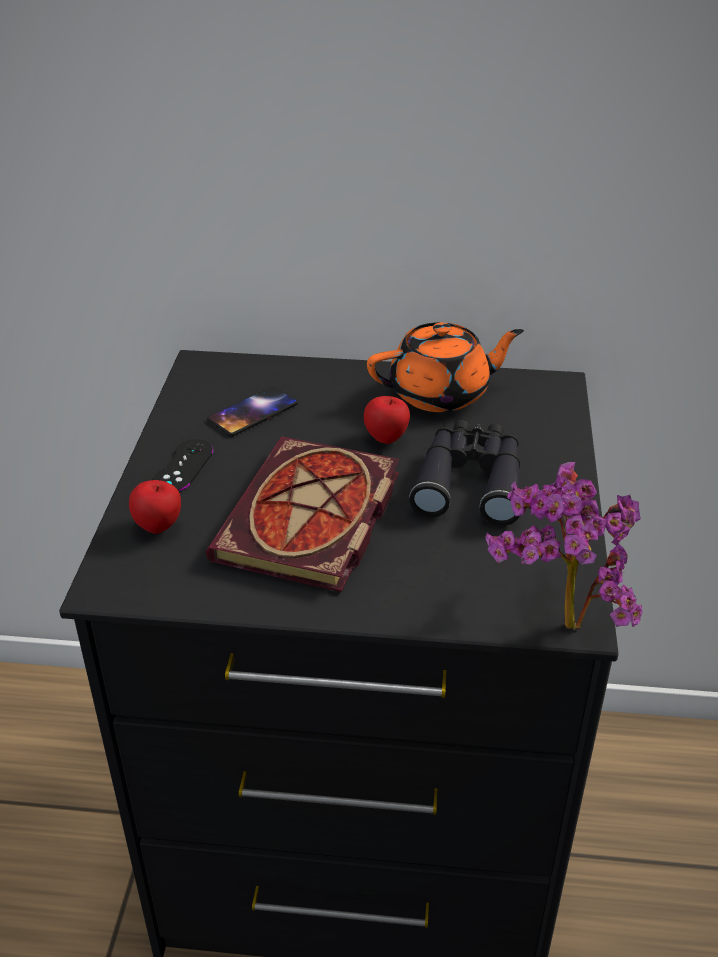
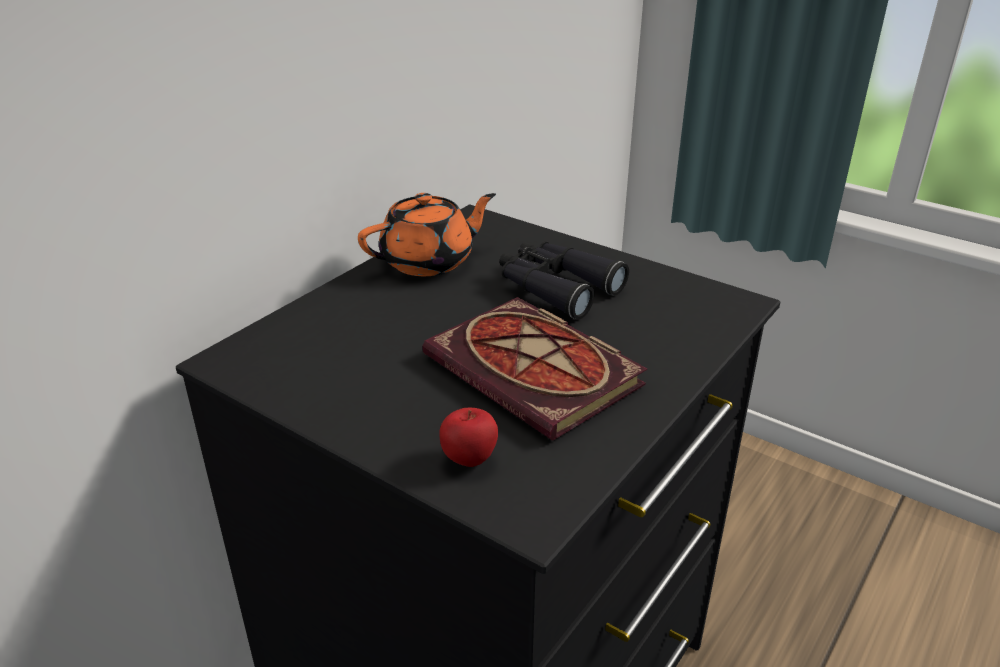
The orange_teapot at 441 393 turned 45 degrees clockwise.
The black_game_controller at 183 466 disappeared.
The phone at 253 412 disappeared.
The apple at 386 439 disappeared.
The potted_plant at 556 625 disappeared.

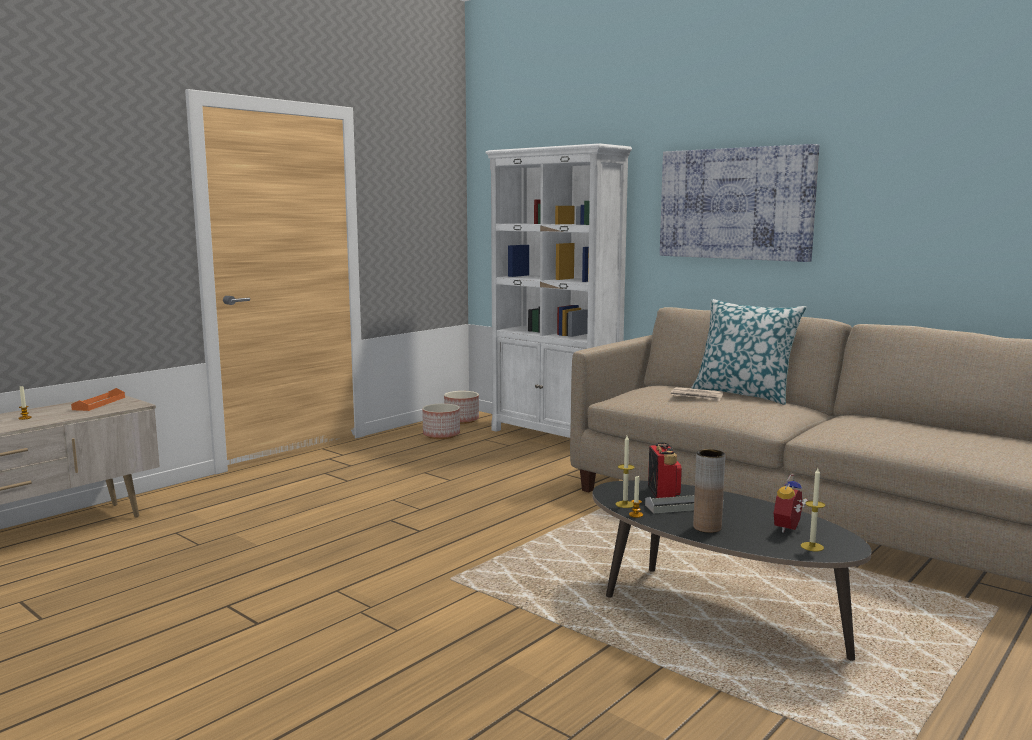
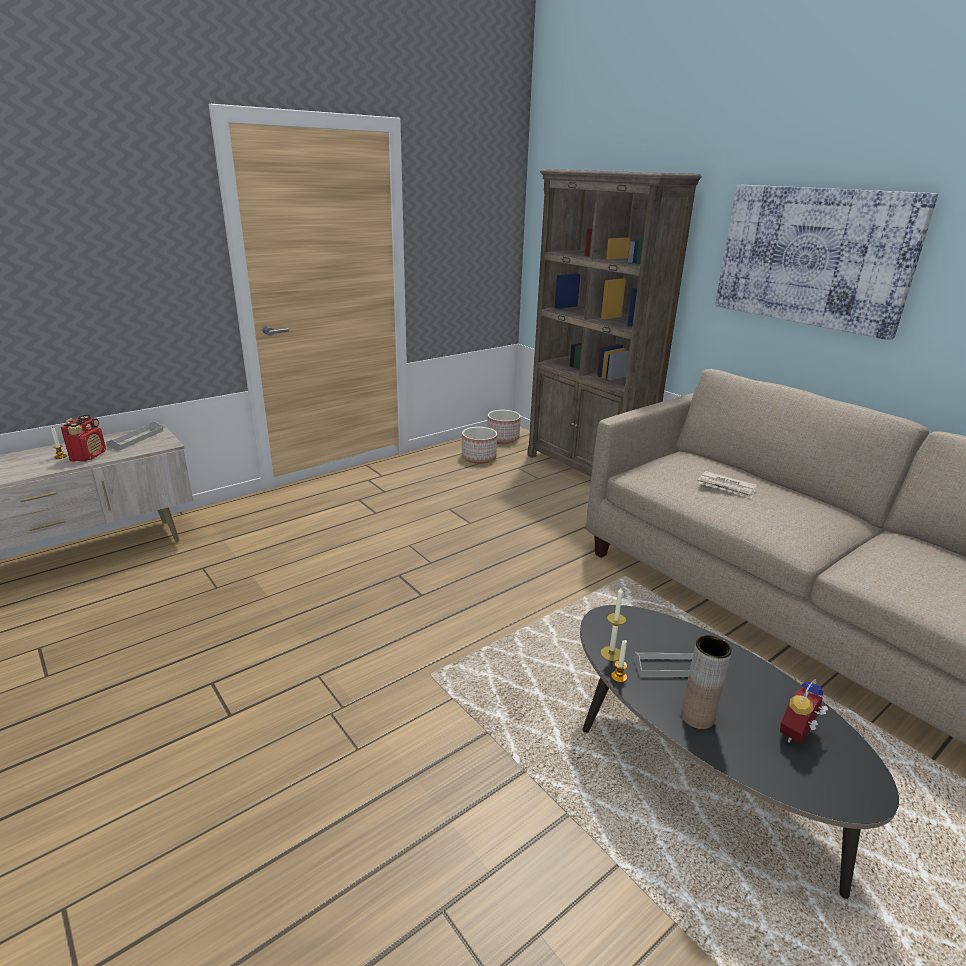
The radio moved from 663 492 to 89 456.
The orange_tray at 99 403 became the grey_tray at 136 439.
The white_bookcase at 555 436 became the brown_bookcase at 586 470.
The pillow at 744 394 disappeared.
The candle at 812 546 disappeared.

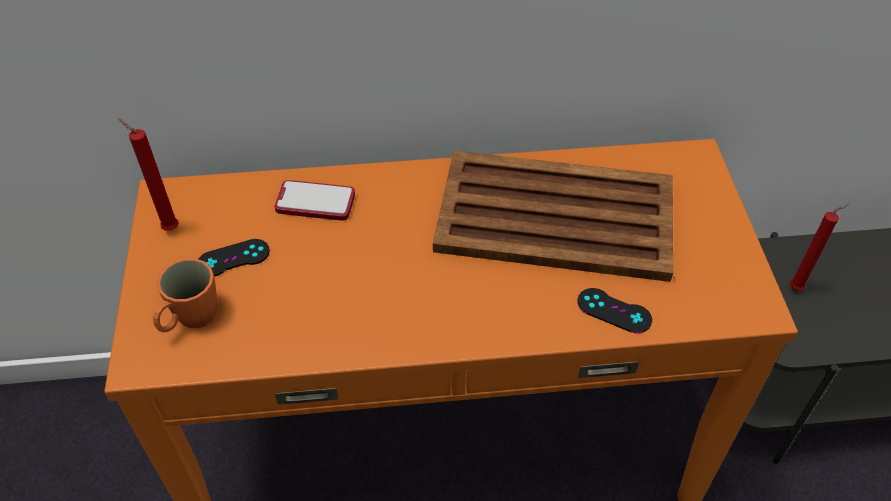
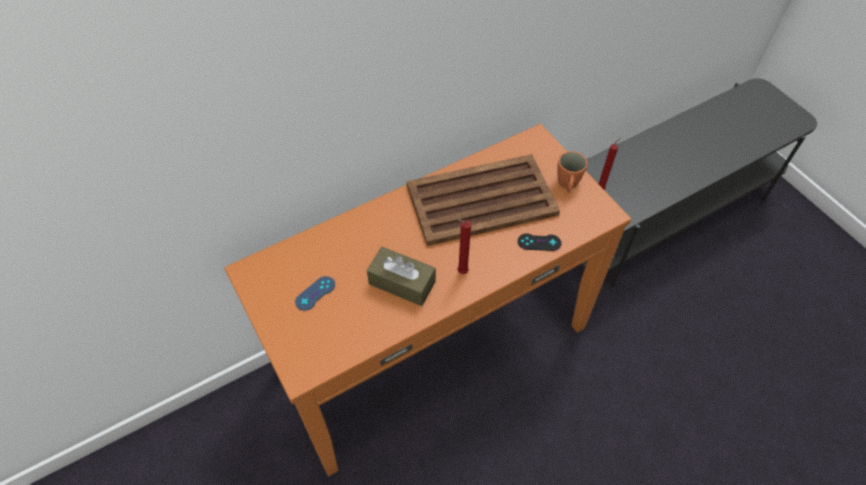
The black_game_controller at 233 258 became the blue_game_controller at 315 293.
The brown_tissue_box at 402 283 appeared.
The red_candle moved from 168 228 to 460 272.
The orange_mug moved from 190 319 to 567 185.
The phone at 315 202 disappeared.

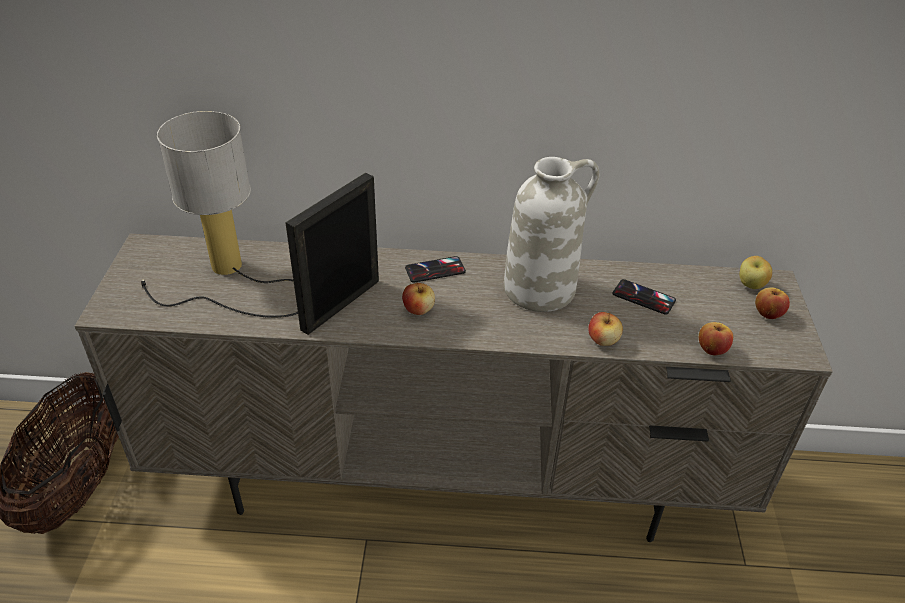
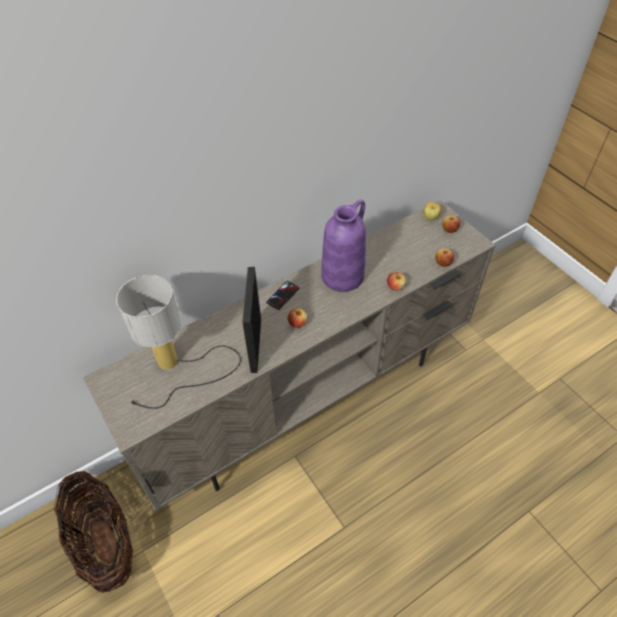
The white_vase at 540 288 became the purple_vase at 342 275.
The phone at 643 297 disappeared.

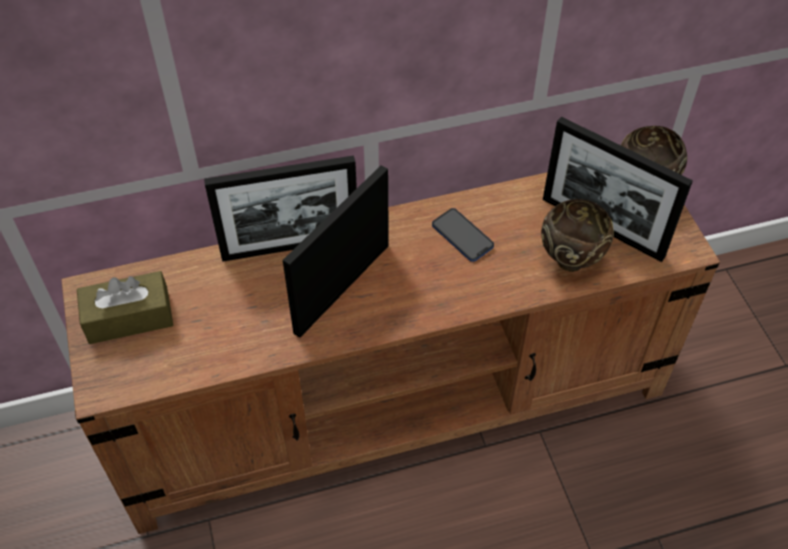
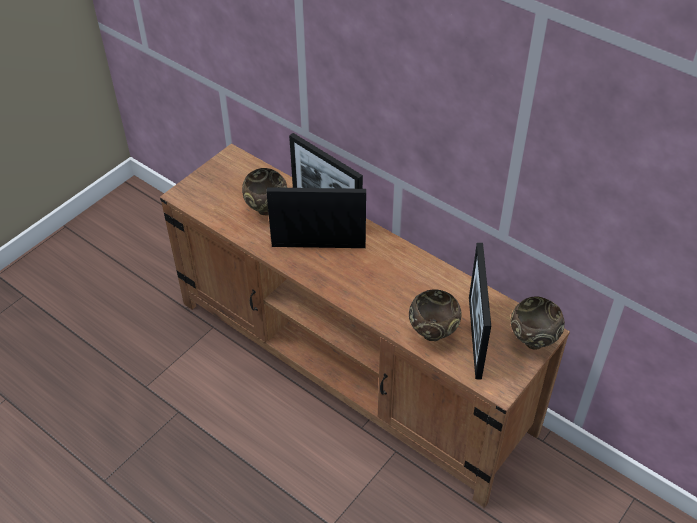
The brown_bowl at 267 210 appeared.
The brown_tissue_box at 129 317 disappeared.
The phone at 462 236 disappeared.

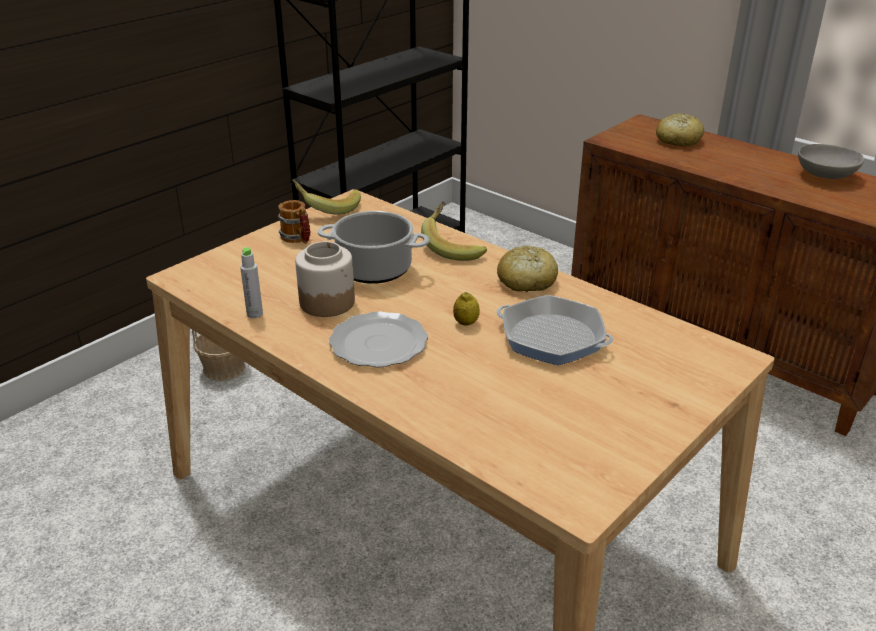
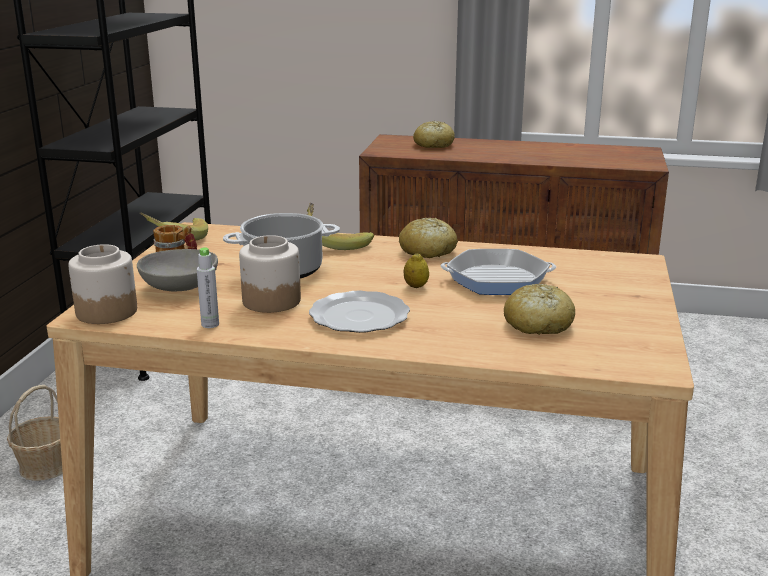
The jar at 106 311 appeared.
The grey_bowl moved from 825 175 to 179 287.
The bread at 538 324 appeared.

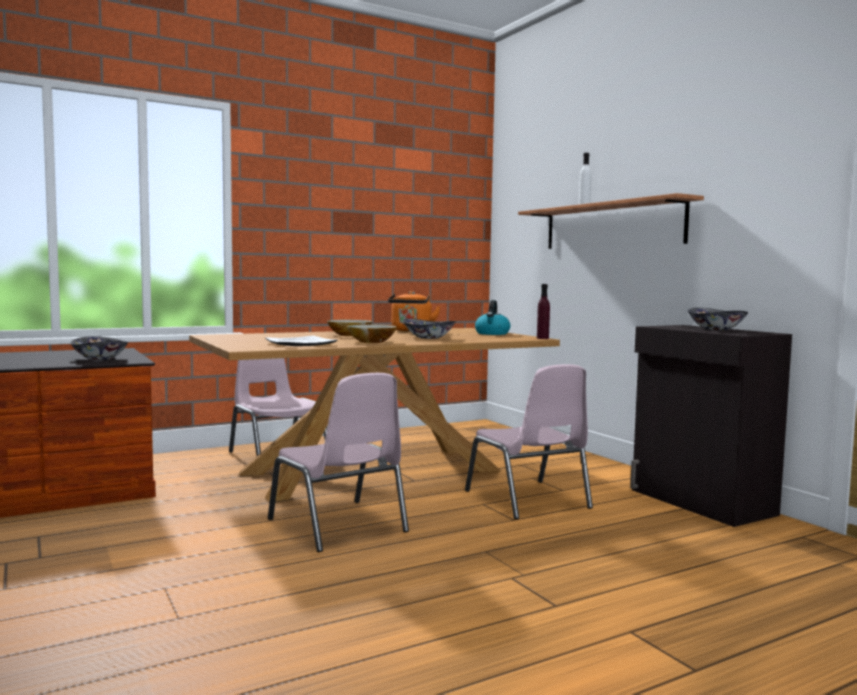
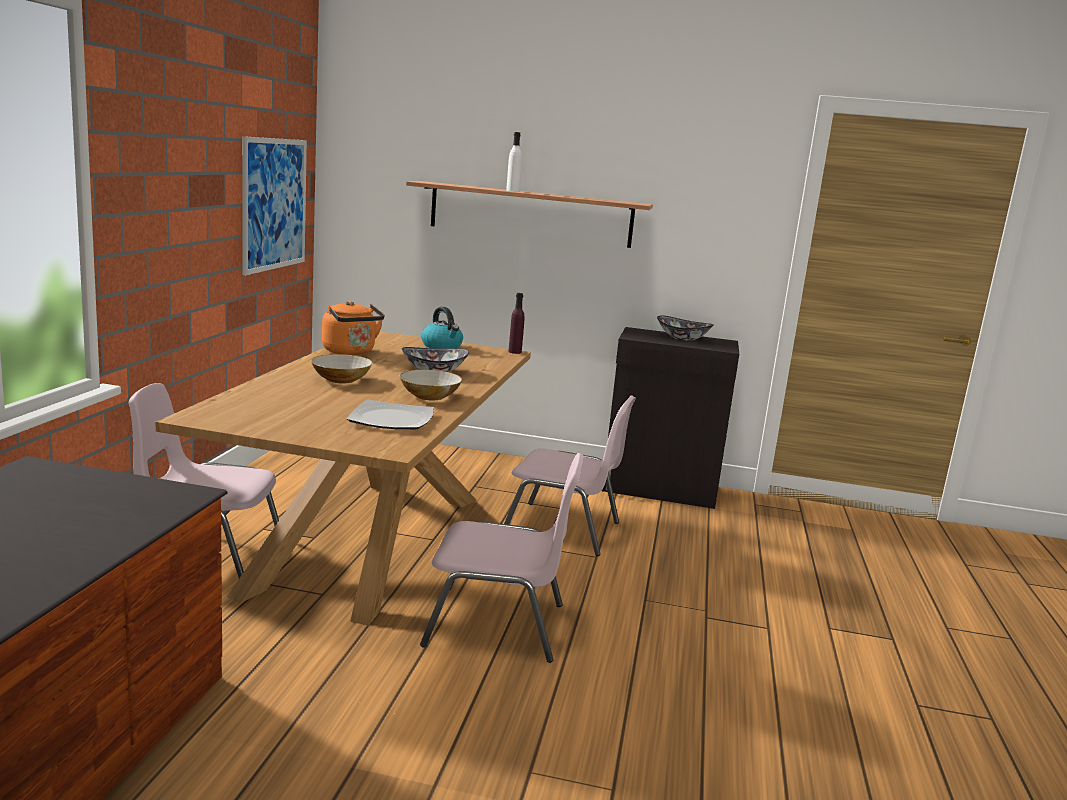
The picture at 274 204 appeared.
The bowl at 100 359 disappeared.

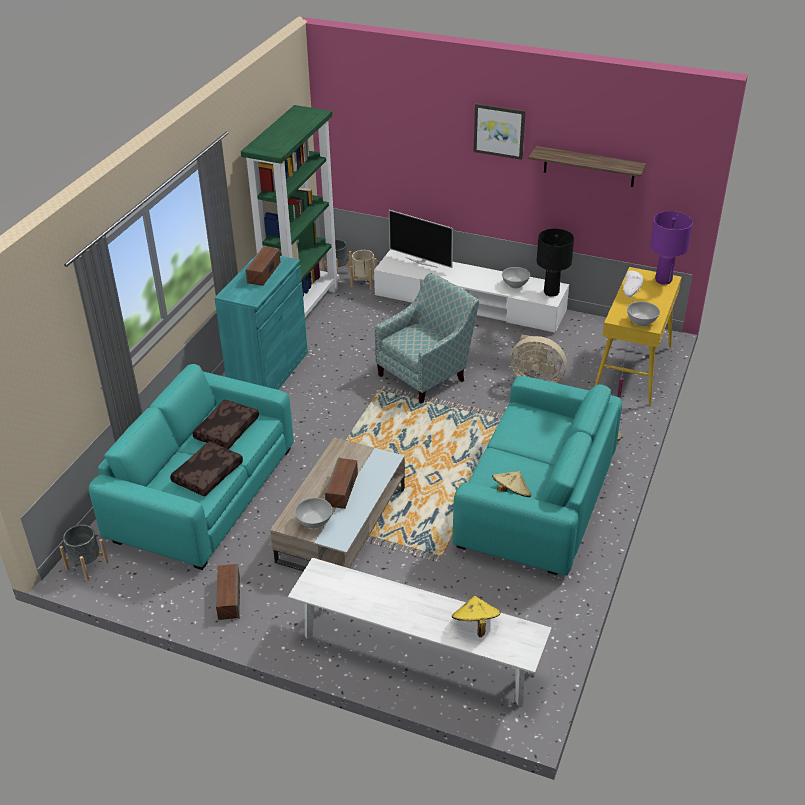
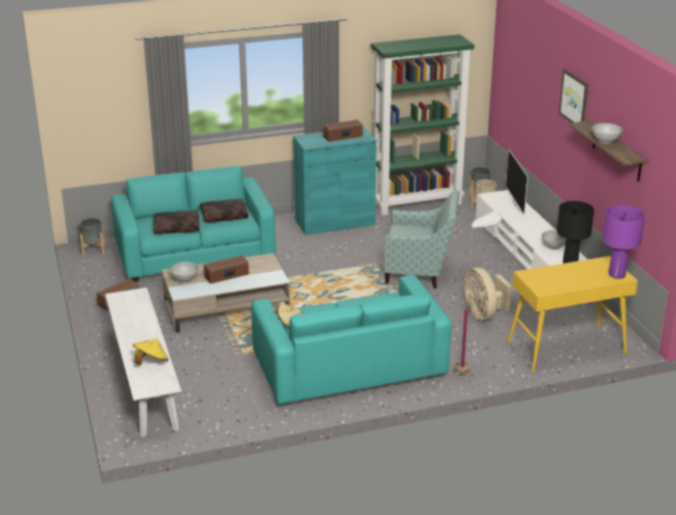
The white_bowl moved from 641 322 to 605 141.

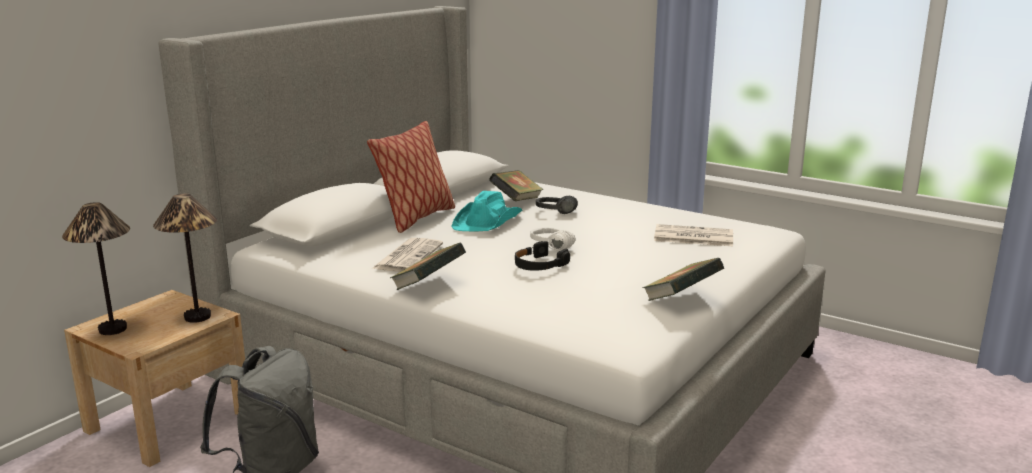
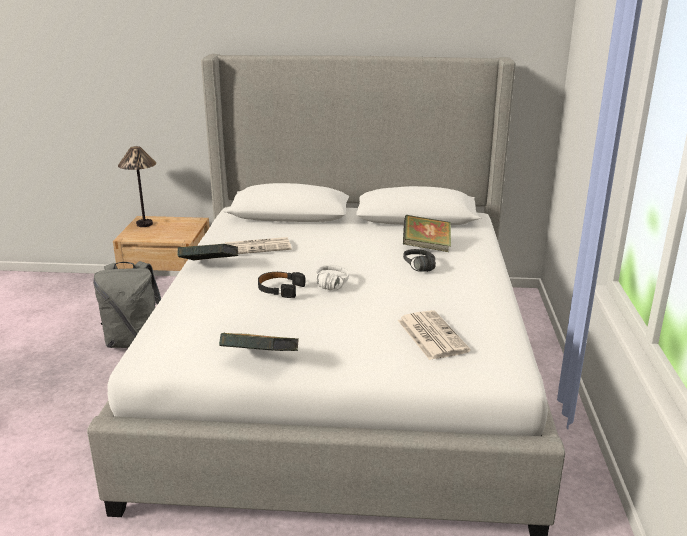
The table_lamp at 197 317 disappeared.
The pillow at 416 218 disappeared.
The turquoise_hat at 488 221 disappeared.

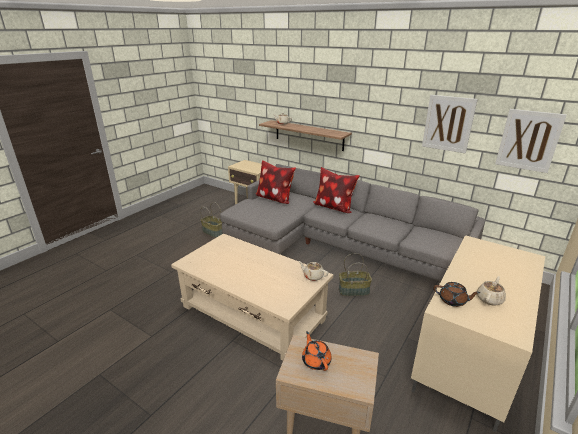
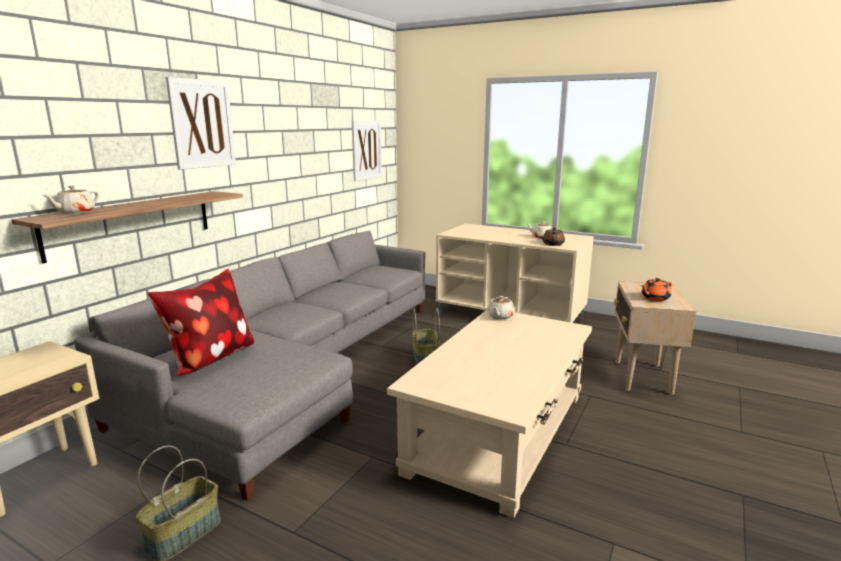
The picture moved from 448 123 to 202 124.
The pillow at 333 207 disappeared.

